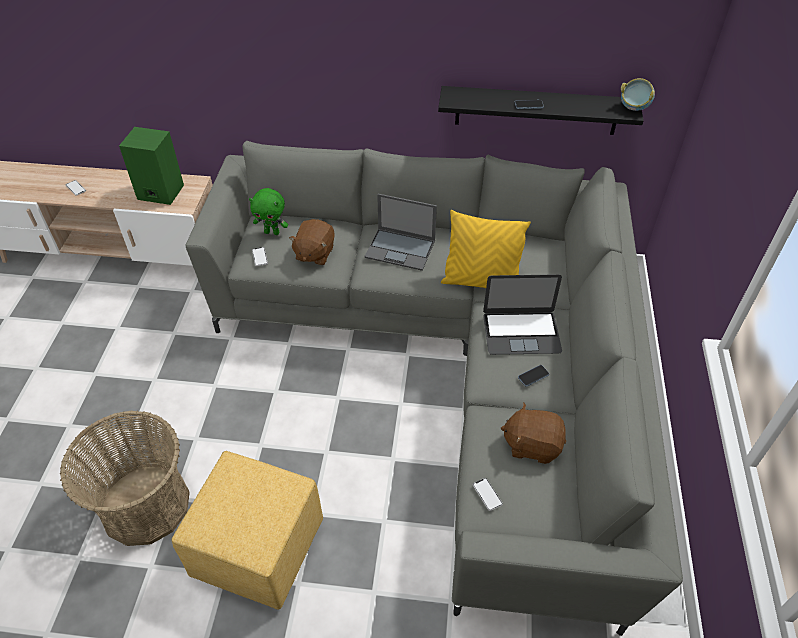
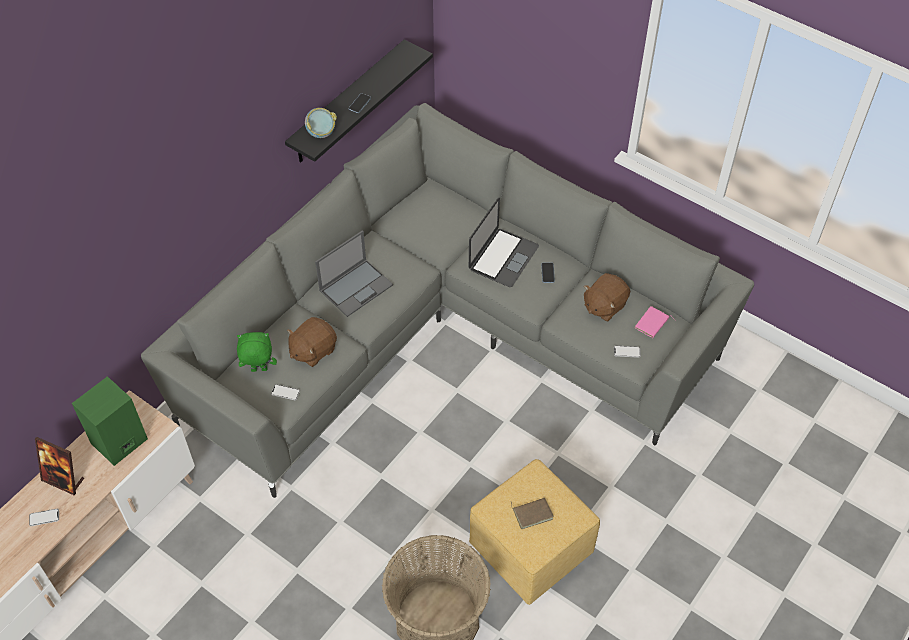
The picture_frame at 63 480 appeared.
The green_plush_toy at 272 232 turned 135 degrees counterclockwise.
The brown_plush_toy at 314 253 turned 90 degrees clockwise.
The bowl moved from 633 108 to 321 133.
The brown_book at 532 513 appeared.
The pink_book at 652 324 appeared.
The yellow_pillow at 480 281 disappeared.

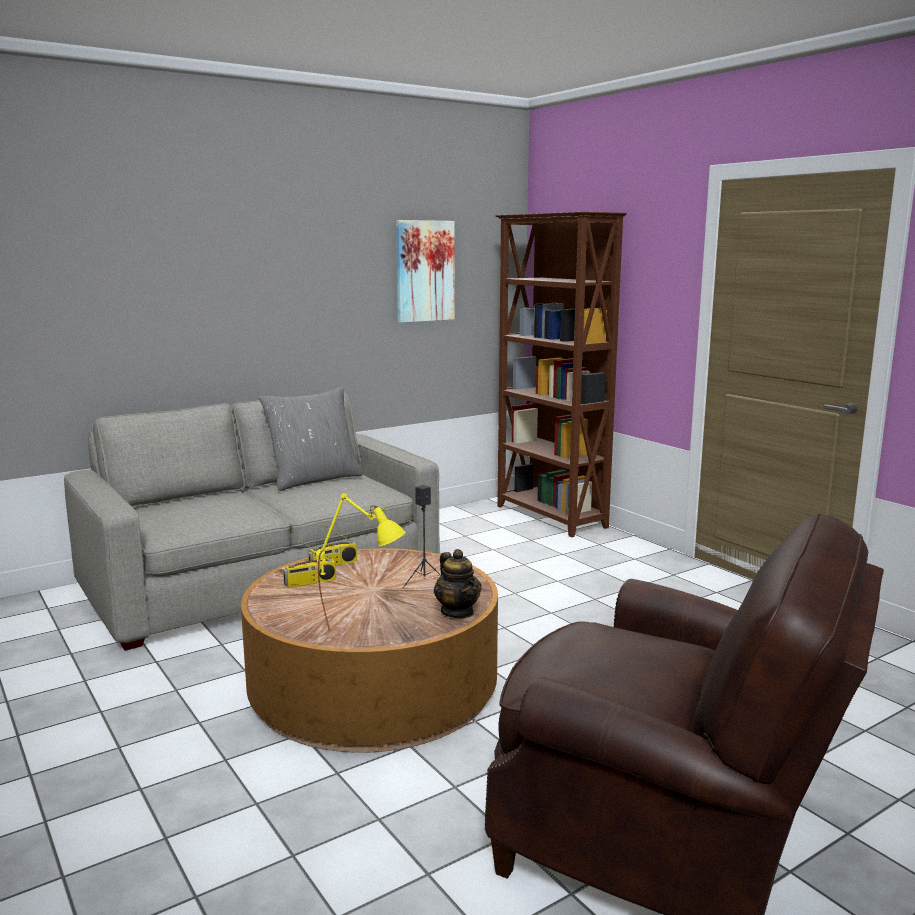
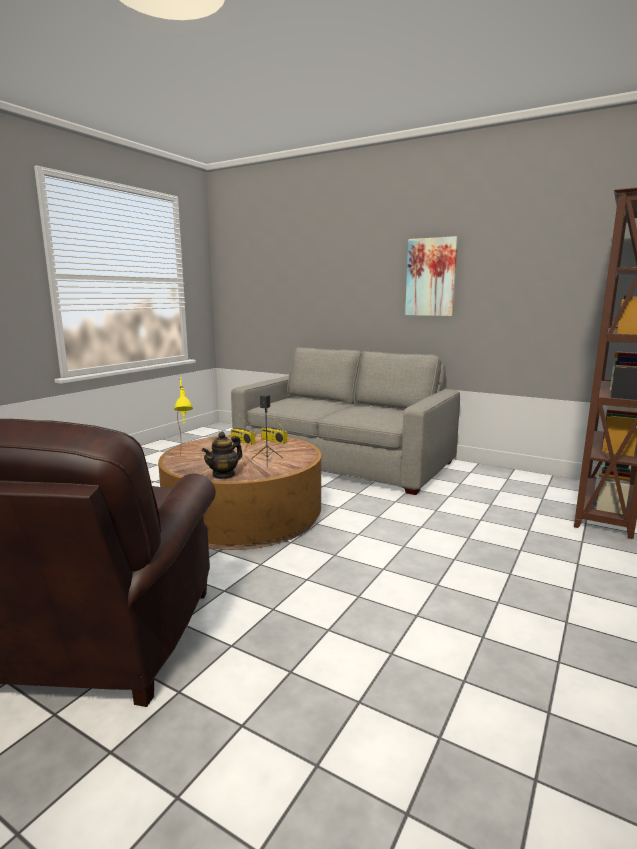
The picture moved from 424 271 to 431 277.
The grey_pillow at 314 479 disappeared.

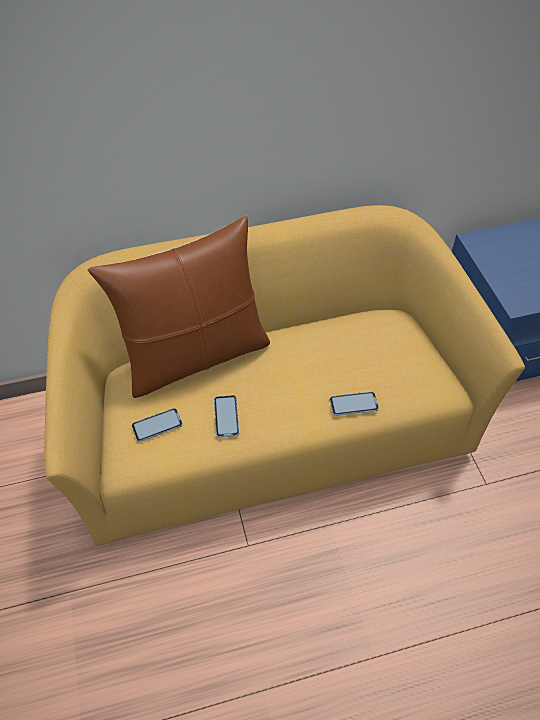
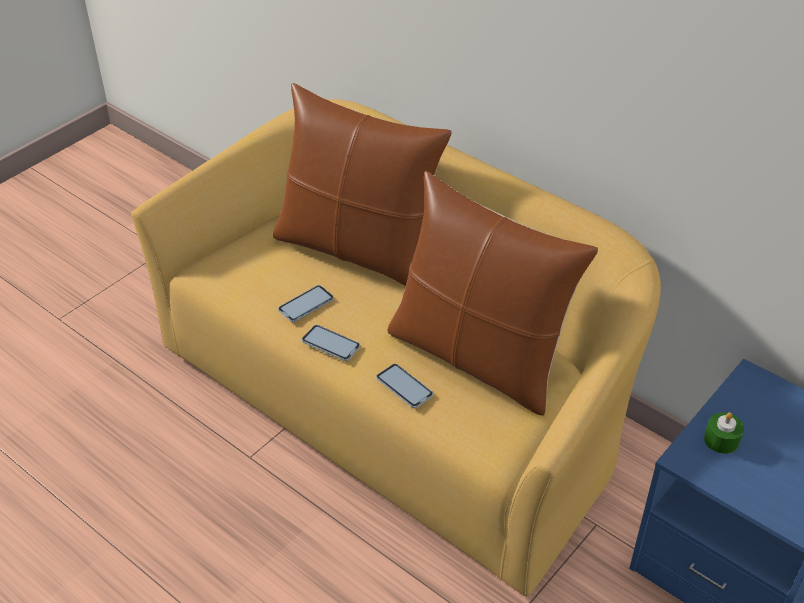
The phone moved from 157 425 to 331 344.
The brown_pillow at 478 357 appeared.
The green_candle at 721 440 appeared.

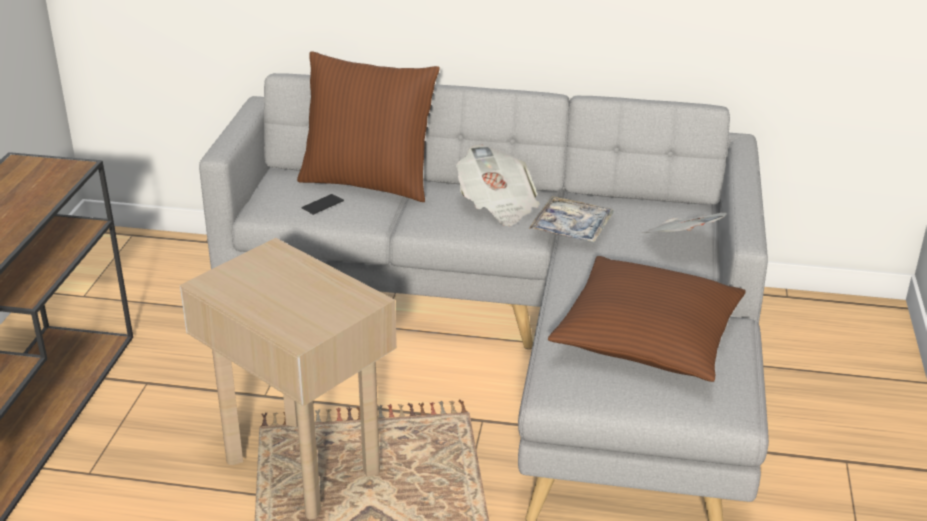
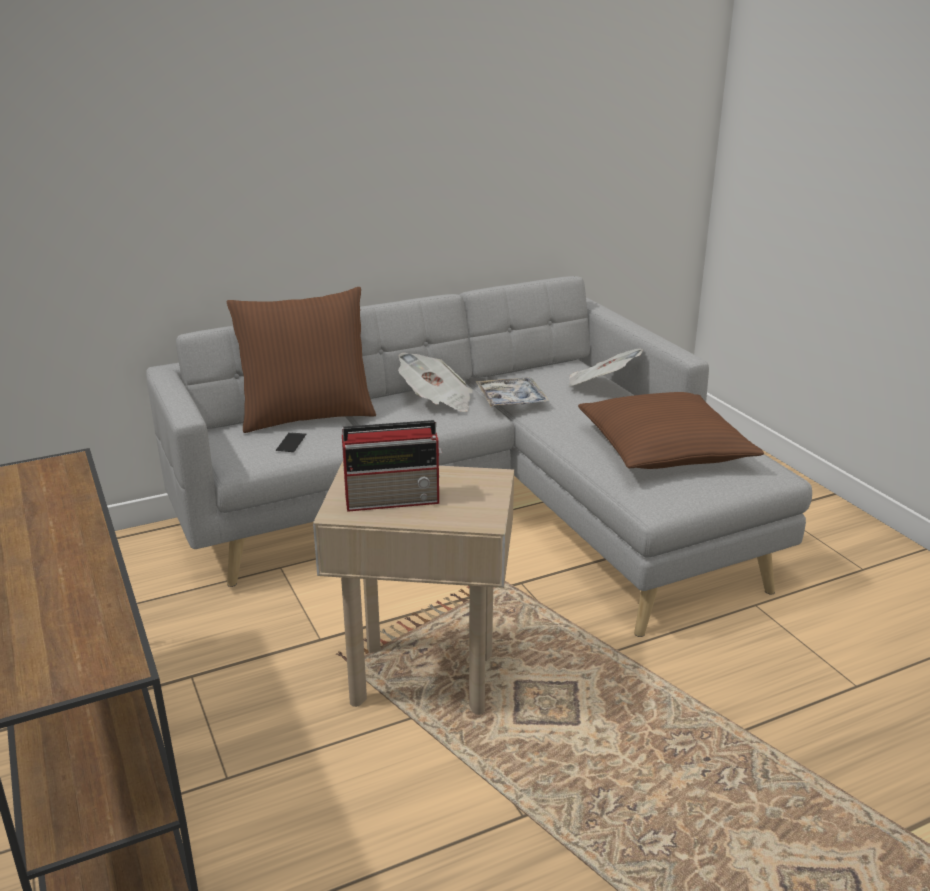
The radio at 394 499 appeared.

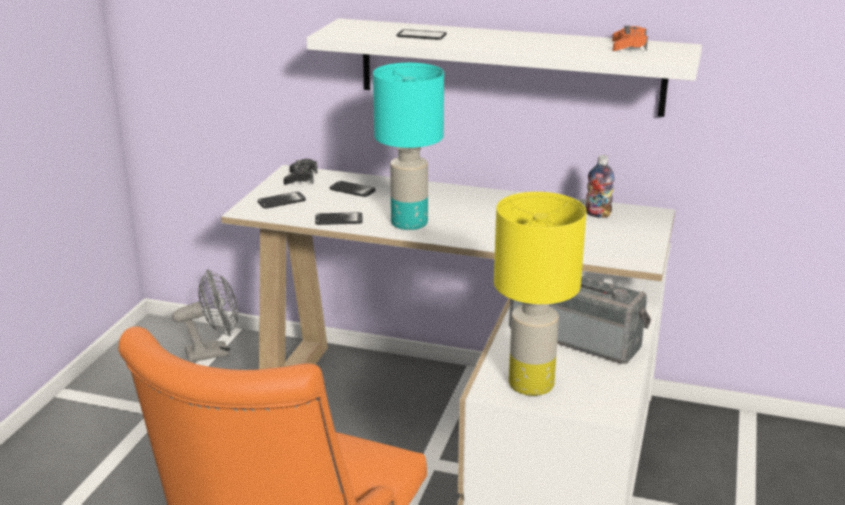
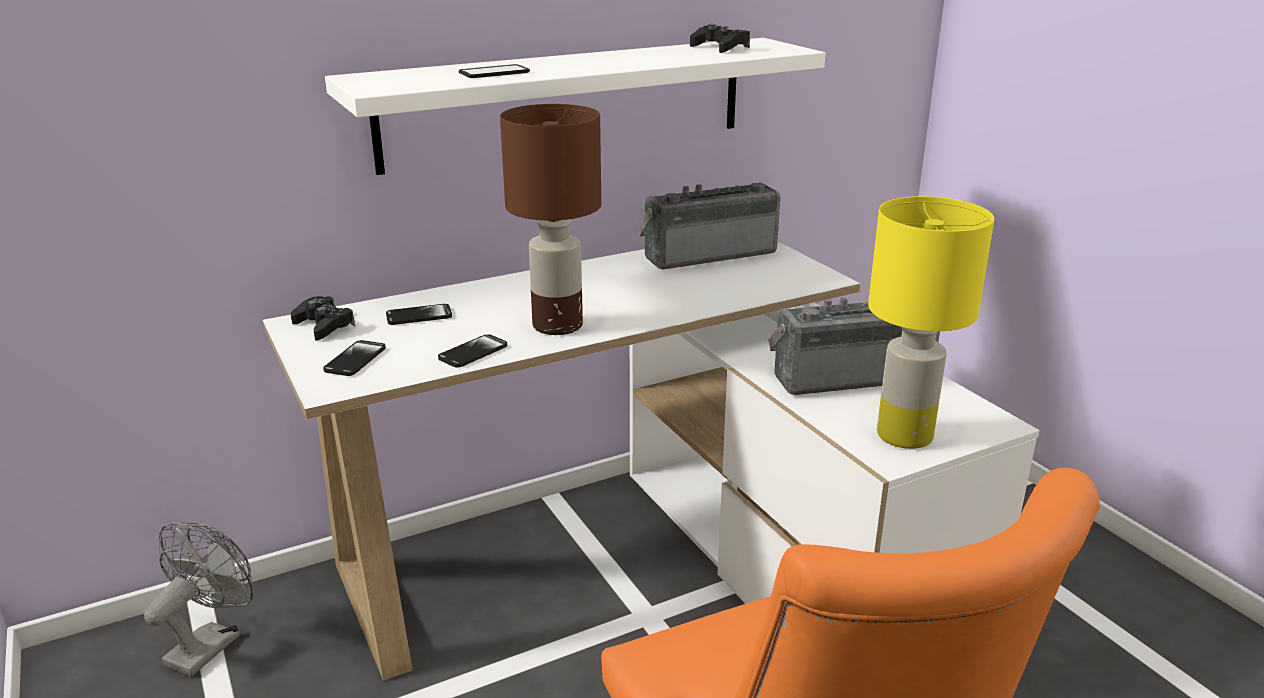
The turquoise_table_lamp at 408 223 became the brown_table_lamp at 556 326.
The bottle at 598 214 was replaced by the radio at 707 253.
The orange_game_controller at 629 46 became the black_game_controller at 720 47.

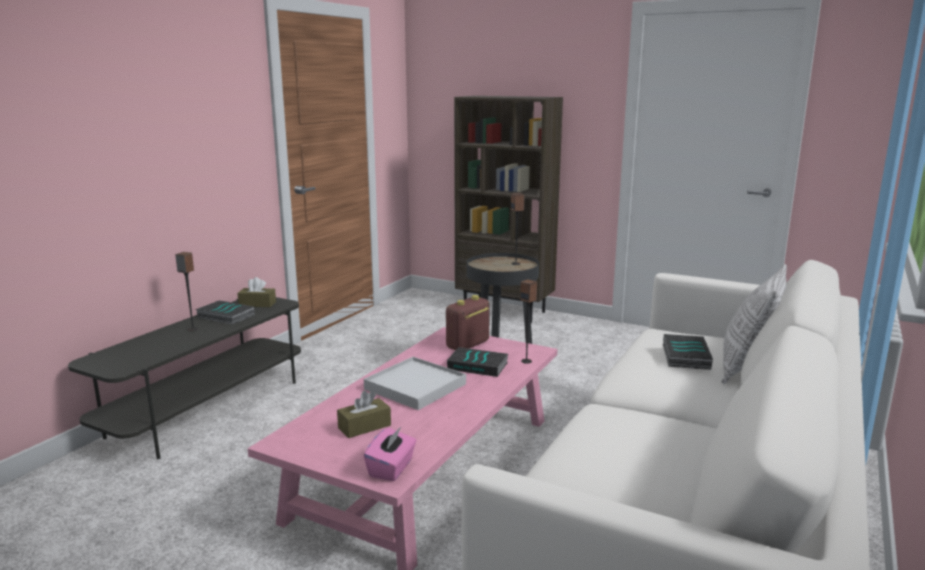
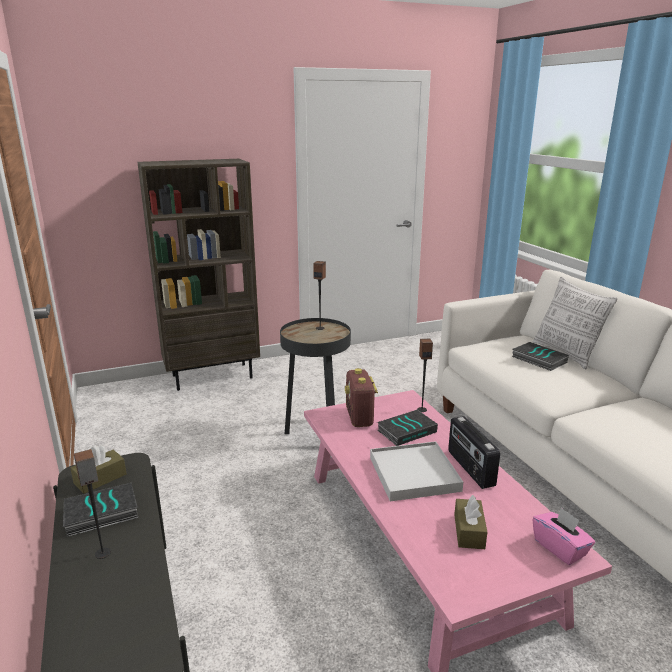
The radio at 470 468 appeared.

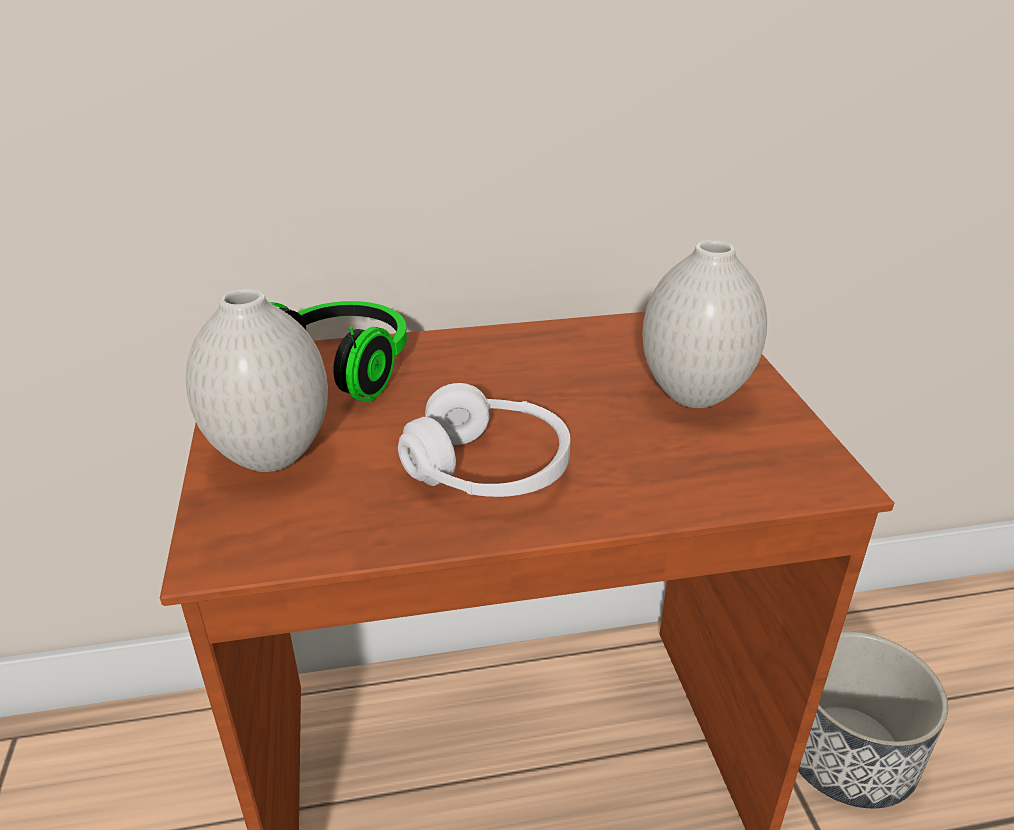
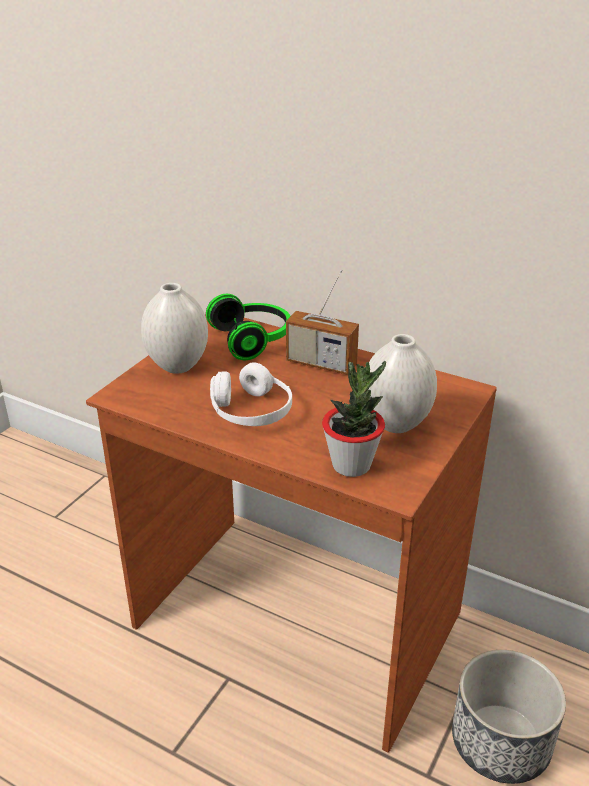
The radio at 321 363 appeared.
The potted_plant at 351 465 appeared.

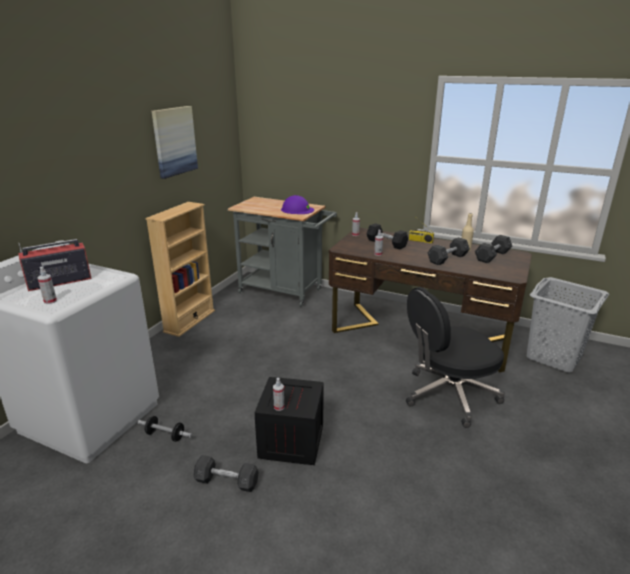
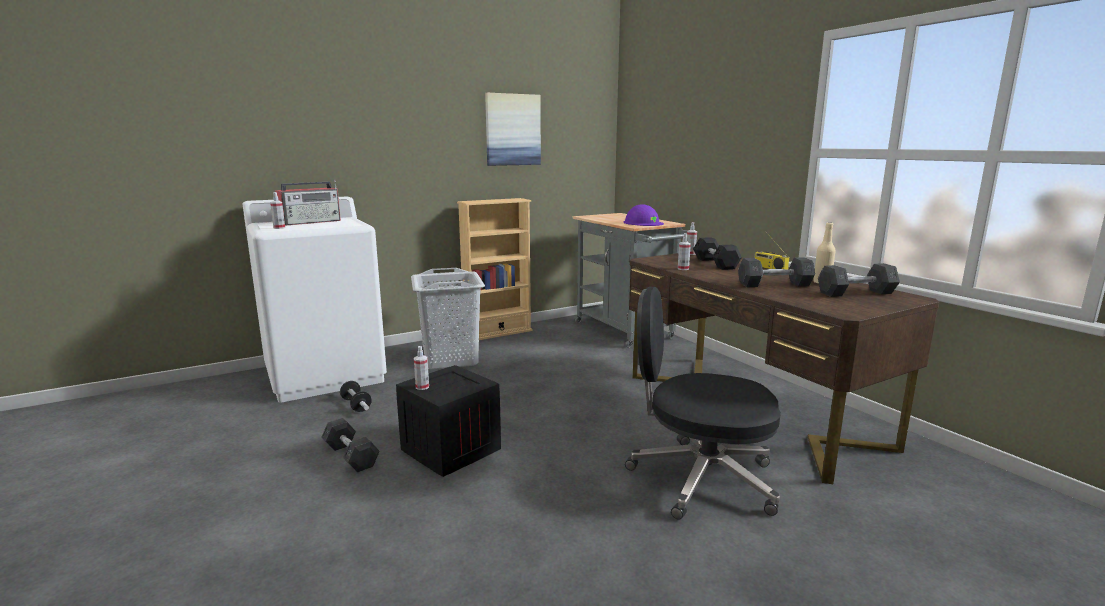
The radio at 58 281 turned 135 degrees clockwise.
The grey_laundry_basket moved from 553 356 to 451 359.

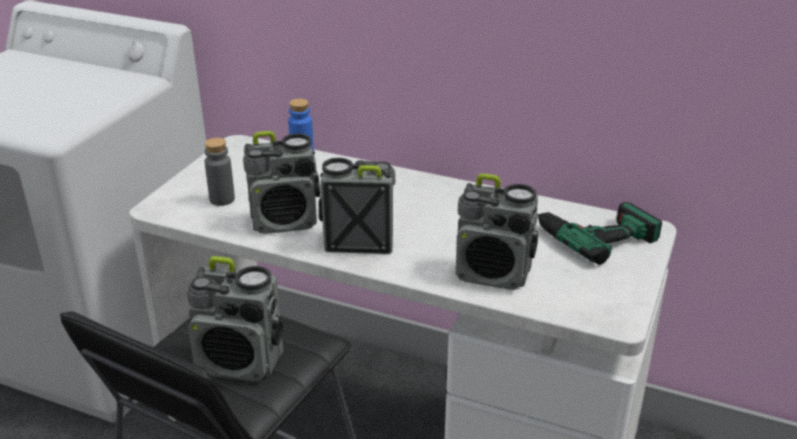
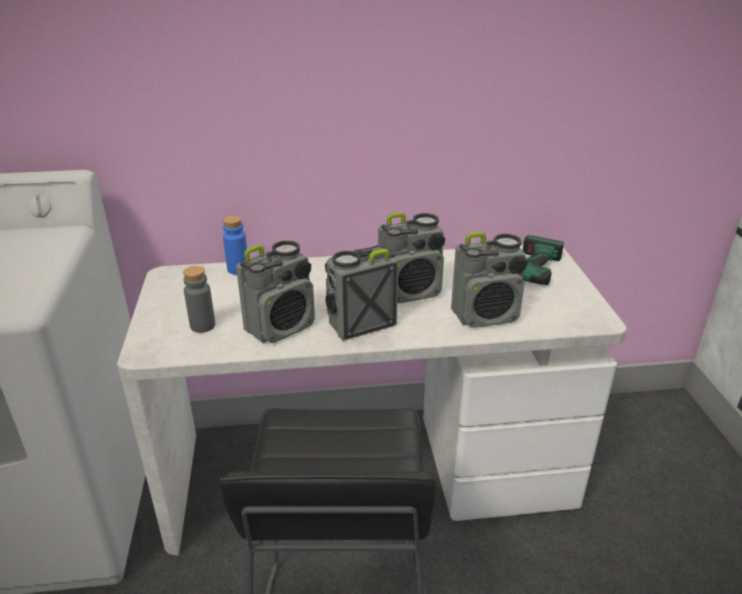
The radio moved from 240 363 to 410 292.

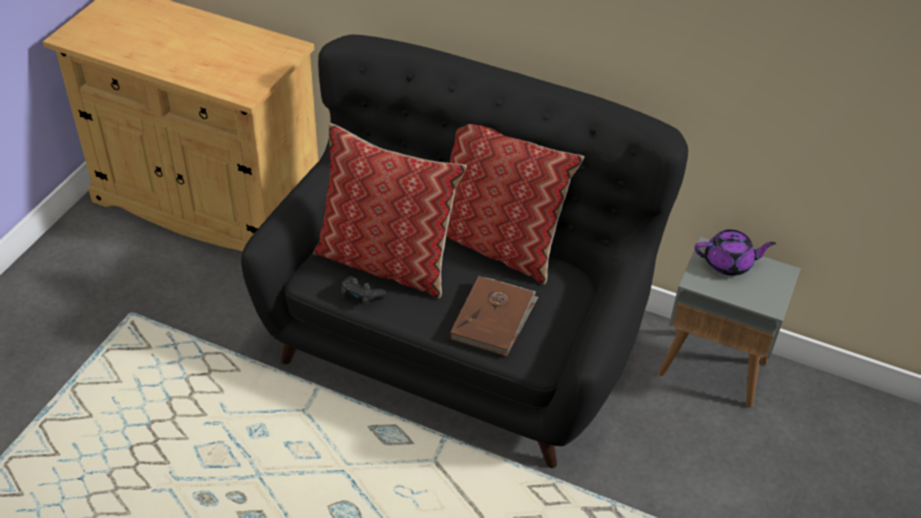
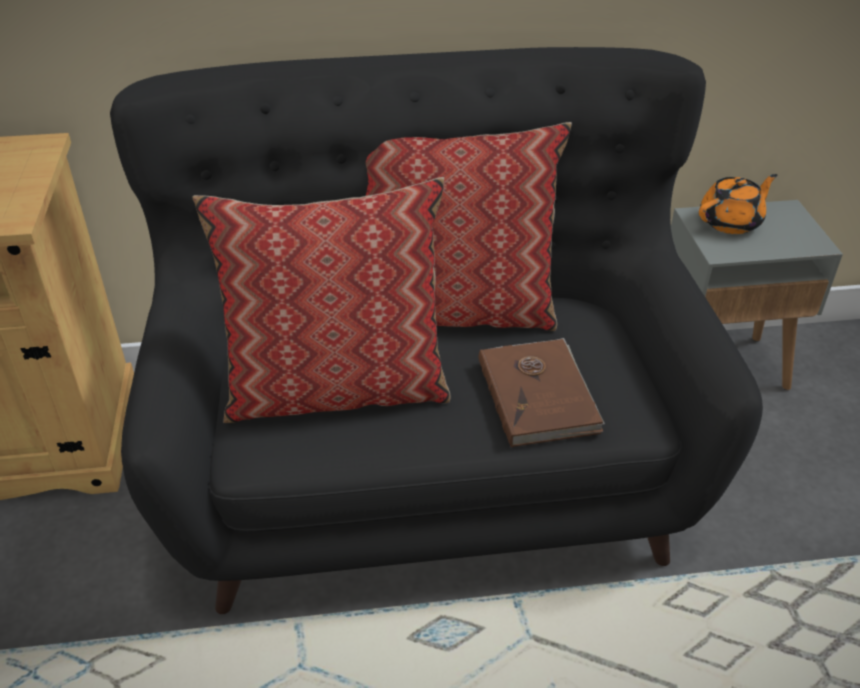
The purple_teapot at 728 263 became the orange_teapot at 731 222.
The black_game_controller at 361 296 disappeared.

